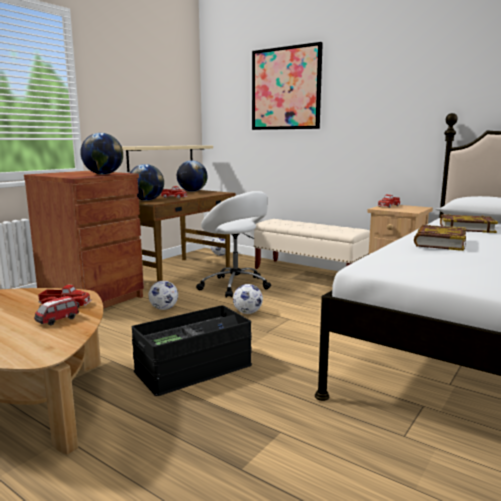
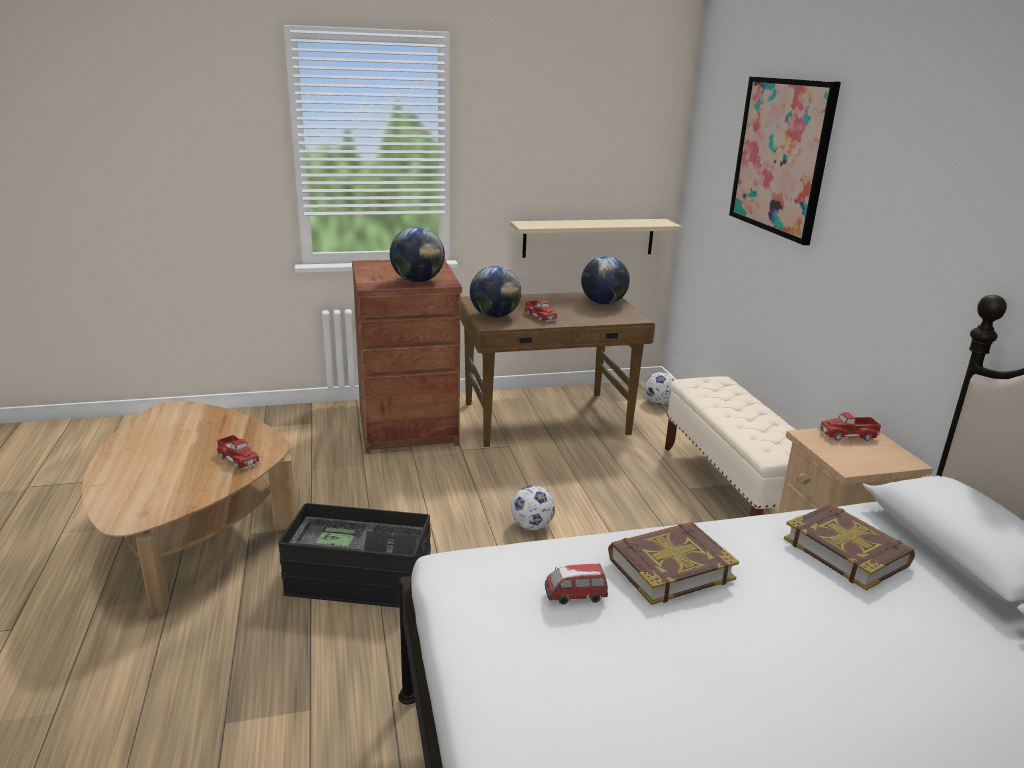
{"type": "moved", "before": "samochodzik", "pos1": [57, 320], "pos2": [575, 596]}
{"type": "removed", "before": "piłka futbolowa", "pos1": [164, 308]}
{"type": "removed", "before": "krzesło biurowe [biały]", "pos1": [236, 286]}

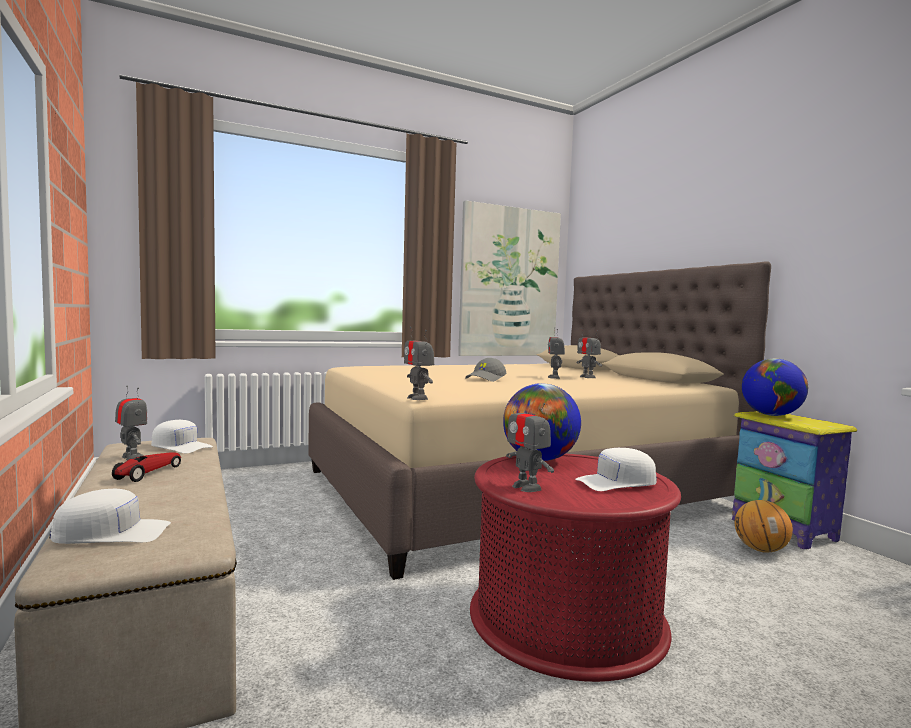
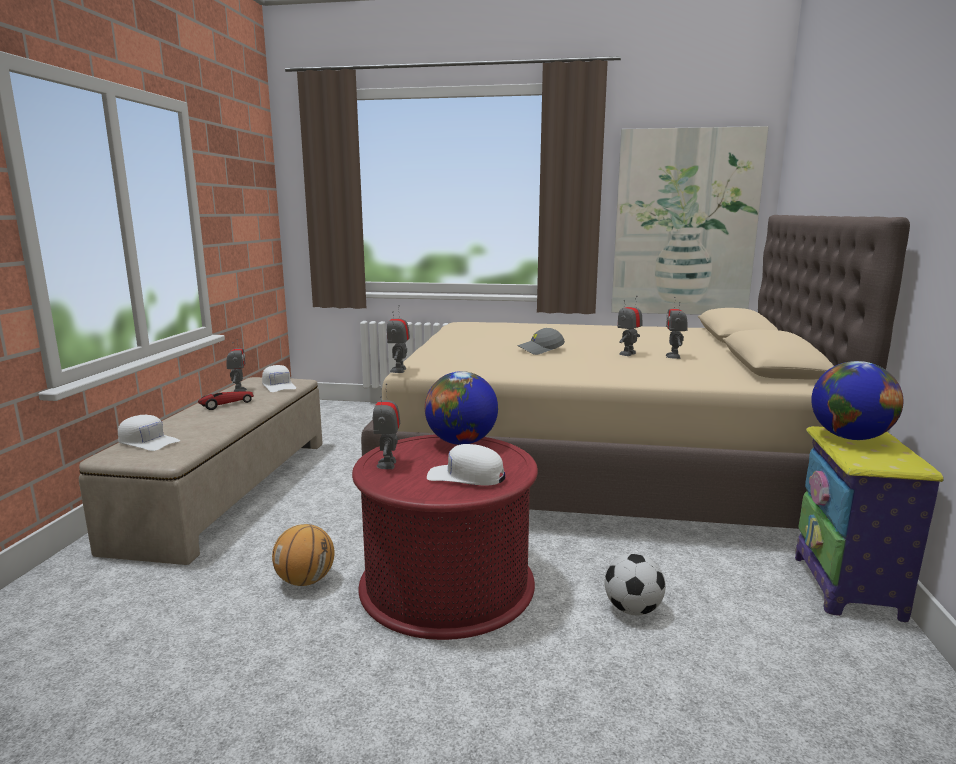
{"type": "moved", "before": "piłka do koszykówki", "pos1": [760, 550], "pos2": [306, 581]}
{"type": "added", "after": "piłka futbolowa", "pos2": [633, 609]}

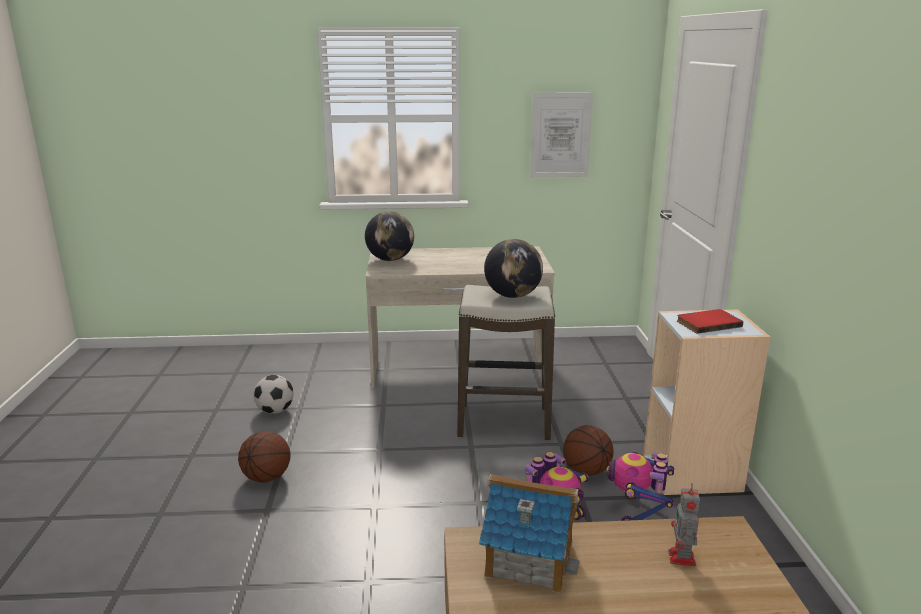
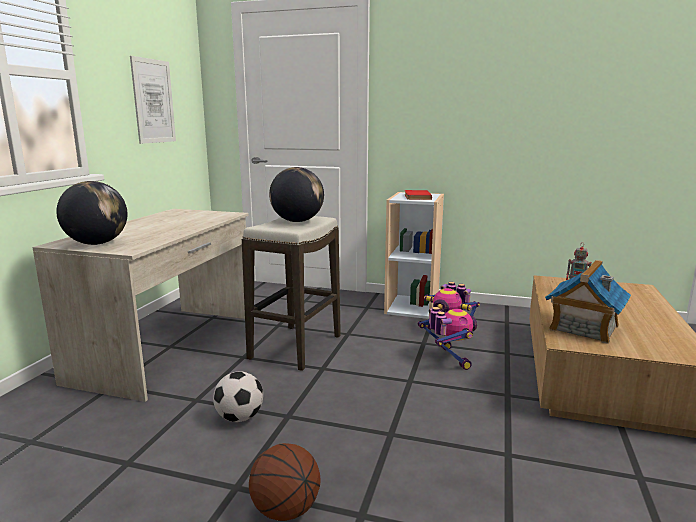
{"type": "moved", "before": "piłka futbolowa", "pos1": [275, 411], "pos2": [239, 417]}
{"type": "removed", "before": "piłka do koszykówki", "pos1": [586, 471]}

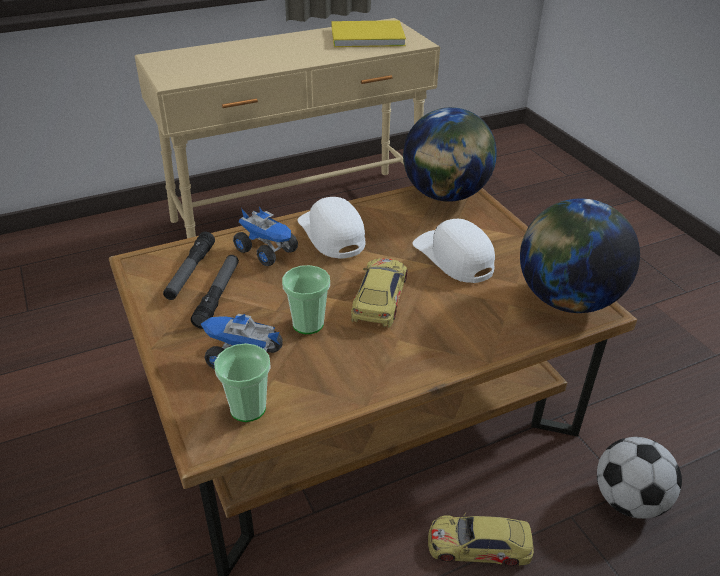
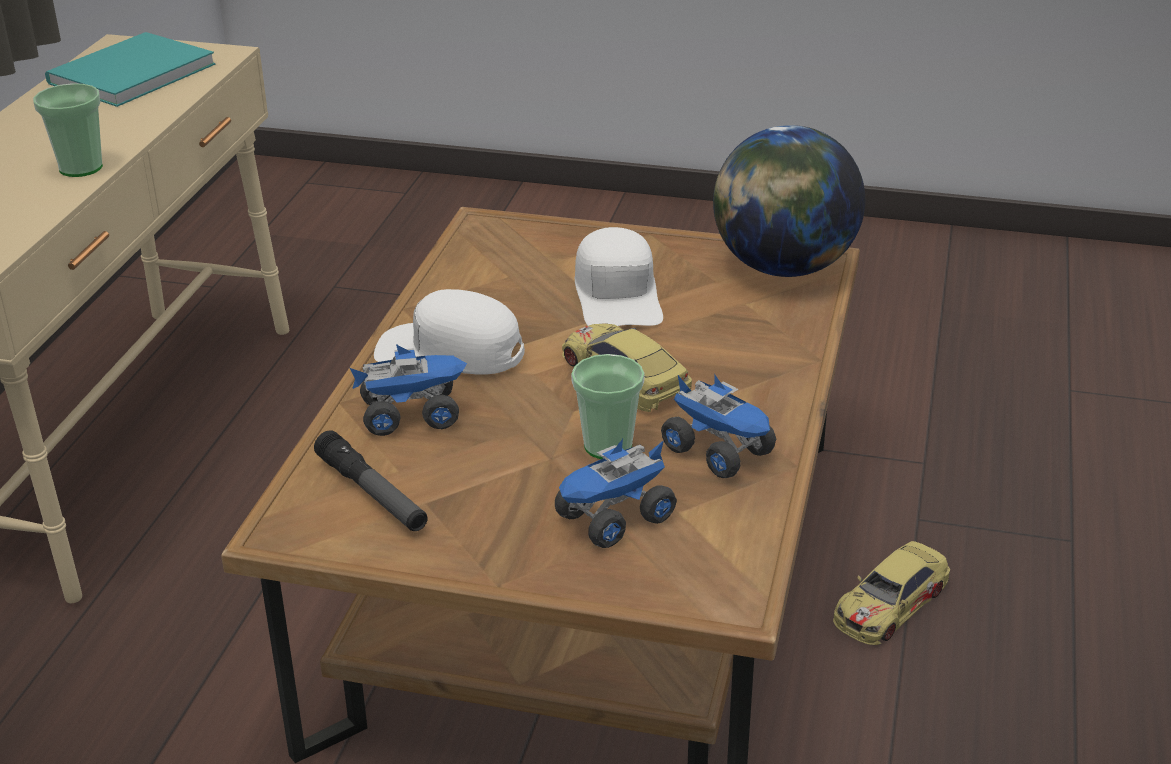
{"type": "moved", "before": "filiżanka", "pos1": [248, 408], "pos2": [81, 168]}
{"type": "recoloured", "before": "książka [żółty]", "after": "książka [turkusowy]", "pos1": [365, 36], "pos2": [126, 74]}
{"type": "turned", "before": "czapka z daszkiem [biały]", "pos1": [454, 257], "pos2": [617, 294], "turn": -105}
{"type": "added", "after": "ciężarówka zabawkowa", "pos2": [719, 451]}
{"type": "removed", "before": "latarka", "pos1": [218, 295]}
{"type": "removed", "before": "globus", "pos1": [445, 195]}
{"type": "removed", "before": "piłka futbolowa", "pos1": [628, 501]}

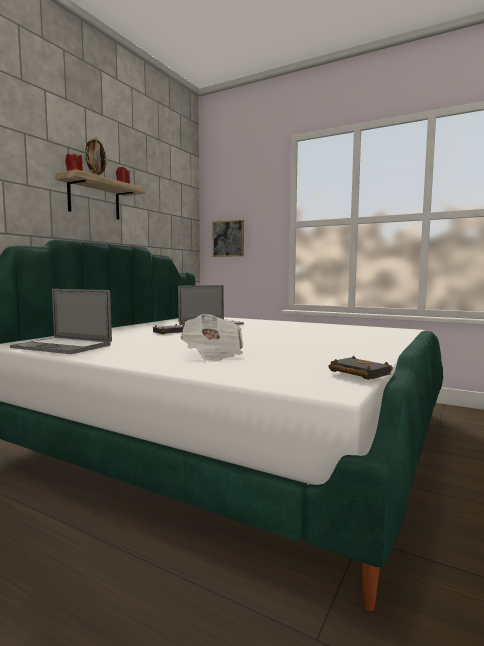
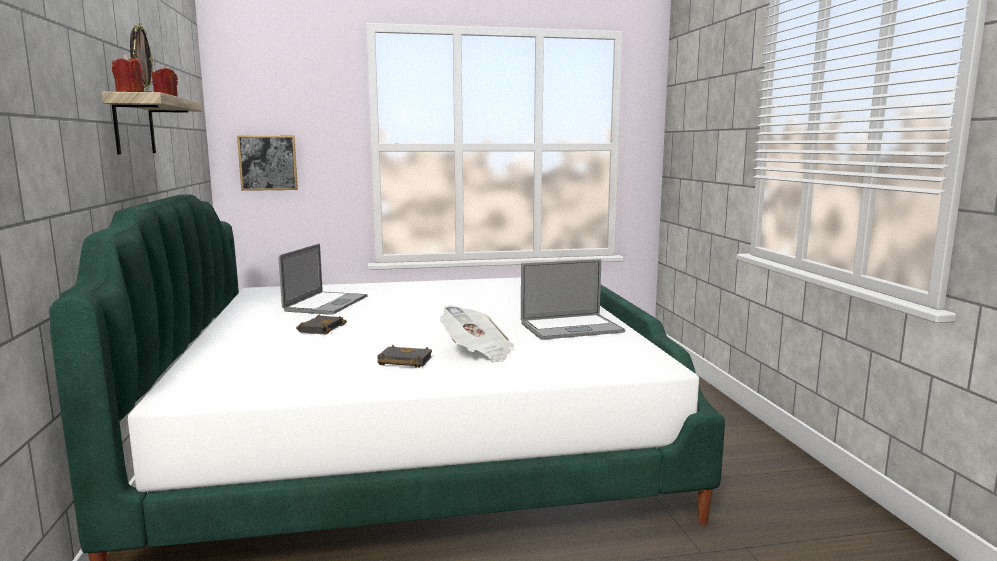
{"type": "moved", "before": "książka [czarny]", "pos1": [357, 373], "pos2": [403, 362]}
{"type": "moved", "before": "laptop", "pos1": [62, 346], "pos2": [571, 328]}

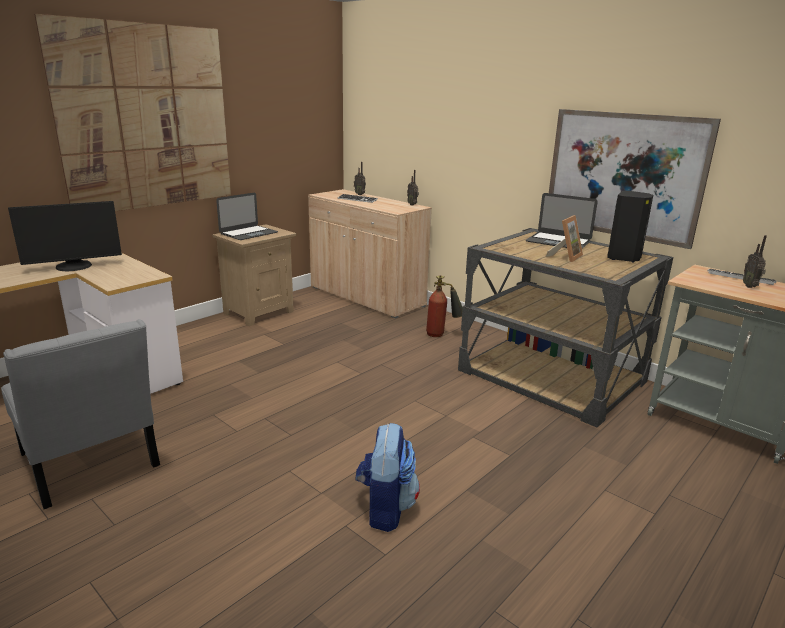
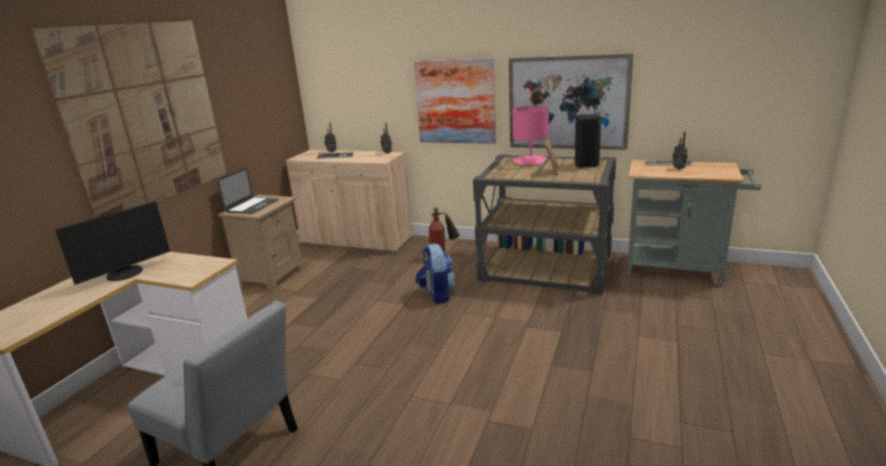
{"type": "added", "after": "obraz", "pos2": [455, 102]}
{"type": "moved", "before": "plecak", "pos1": [385, 508], "pos2": [437, 294]}
{"type": "replaced", "before": "laptop", "after": "lampa stołowa [różowy]", "pos1": [558, 241], "pos2": [530, 161]}

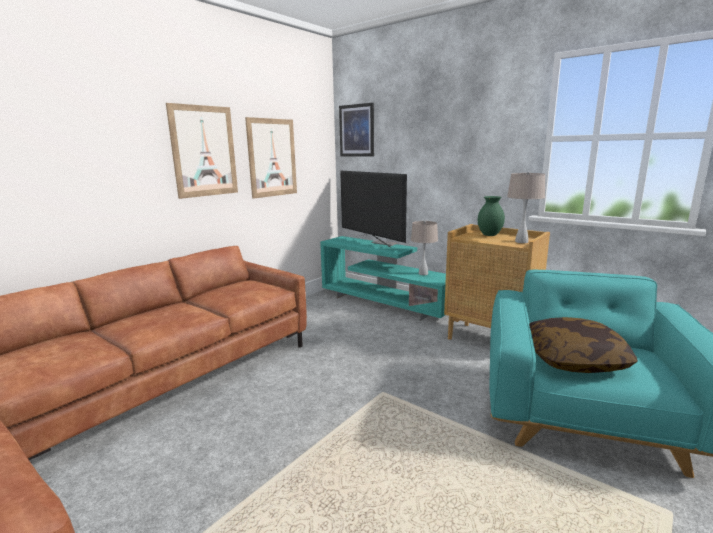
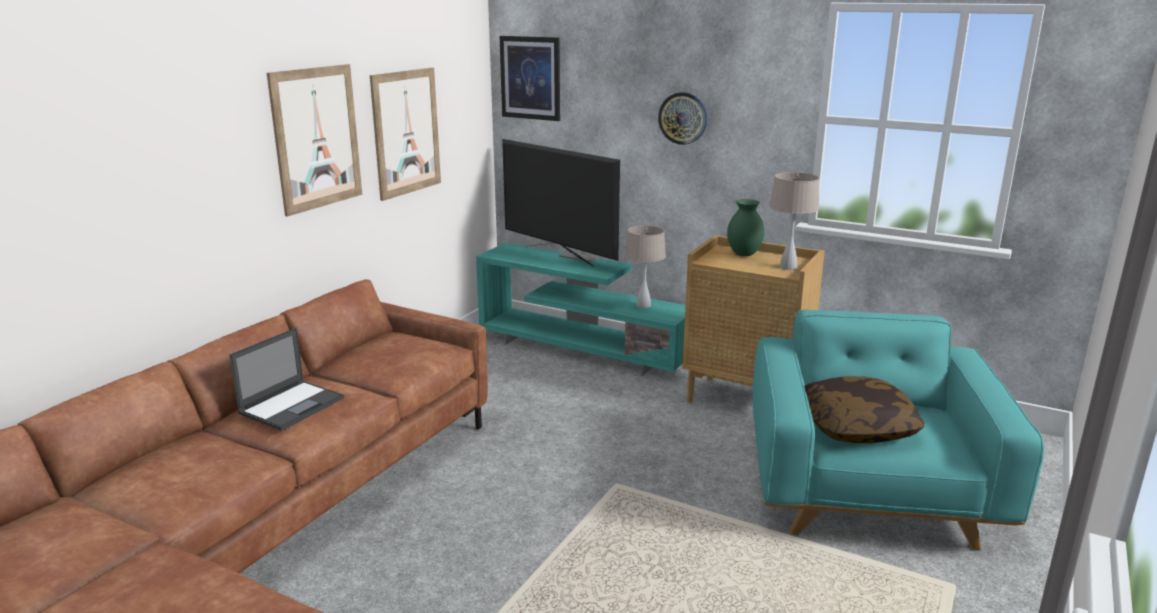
{"type": "added", "after": "laptop", "pos2": [293, 405]}
{"type": "added", "after": "zegar ścienny", "pos2": [683, 118]}

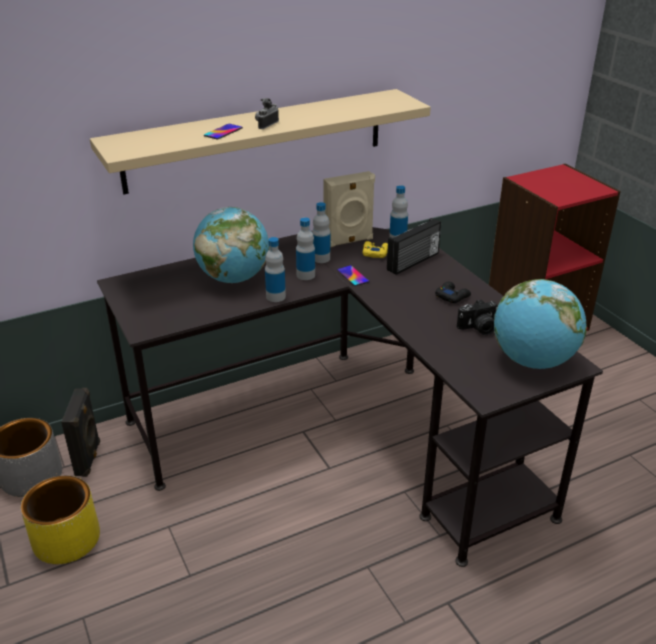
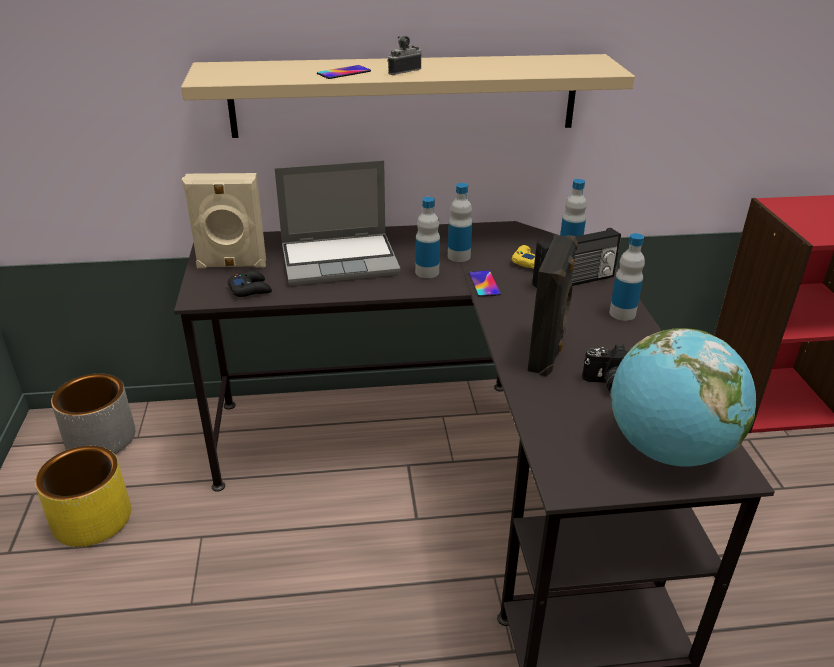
{"type": "moved", "before": "głośnik [beżowy]", "pos1": [349, 241], "pos2": [231, 265]}
{"type": "moved", "before": "pad do gier [czarny]", "pos1": [452, 296], "pos2": [250, 289]}
{"type": "replaced", "before": "globus", "after": "laptop", "pos1": [233, 278], "pos2": [341, 260]}
{"type": "moved", "before": "głośnik [czarny]", "pos1": [89, 458], "pos2": [548, 352]}
{"type": "moved", "before": "butelka", "pos1": [275, 297], "pos2": [622, 313]}

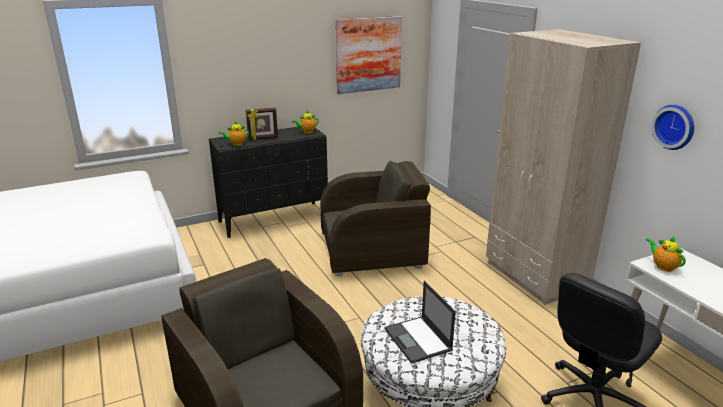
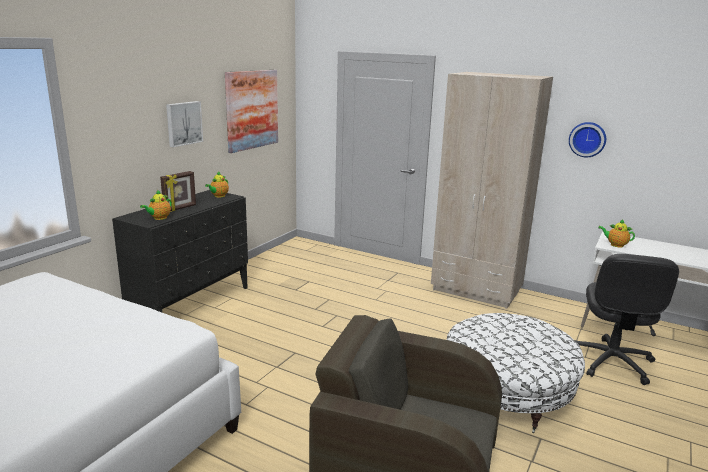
{"type": "added", "after": "obraz", "pos2": [183, 123]}
{"type": "removed", "before": "fotel [brązowy]", "pos1": [372, 250]}
{"type": "removed", "before": "laptop", "pos1": [418, 340]}

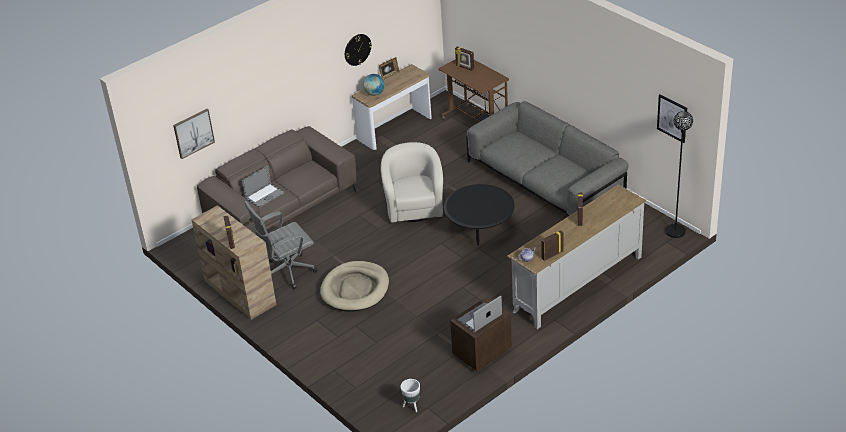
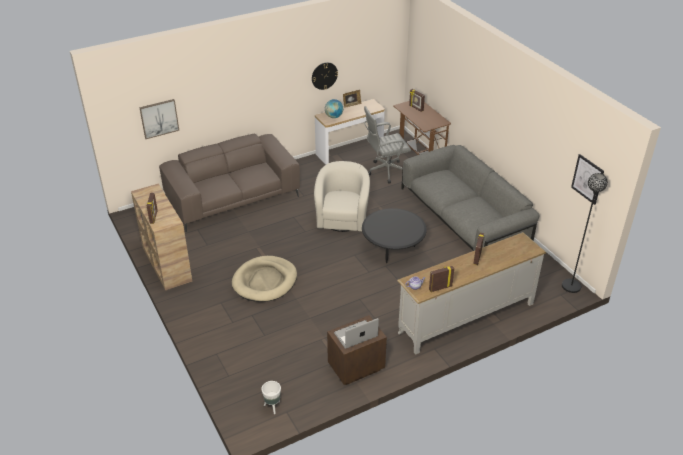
{"type": "moved", "before": "krzesło biurowe [szary]", "pos1": [287, 273], "pos2": [385, 172]}
{"type": "removed", "before": "laptop", "pos1": [264, 195]}

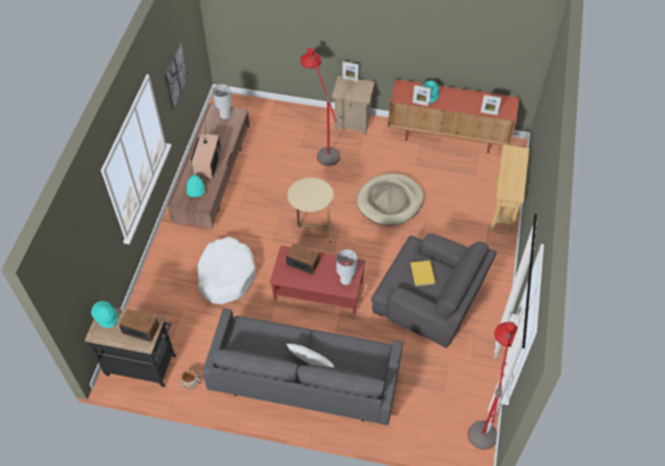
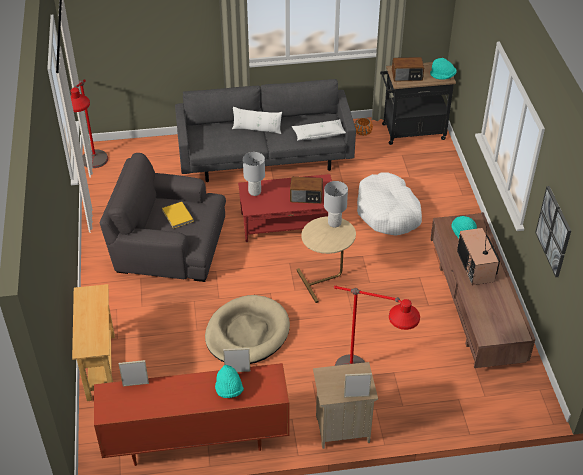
{"type": "added", "after": "poduszka [biały]", "pos2": [318, 134]}
{"type": "moved", "before": "lampa stołowa [szary]", "pos1": [225, 116], "pos2": [334, 224]}

